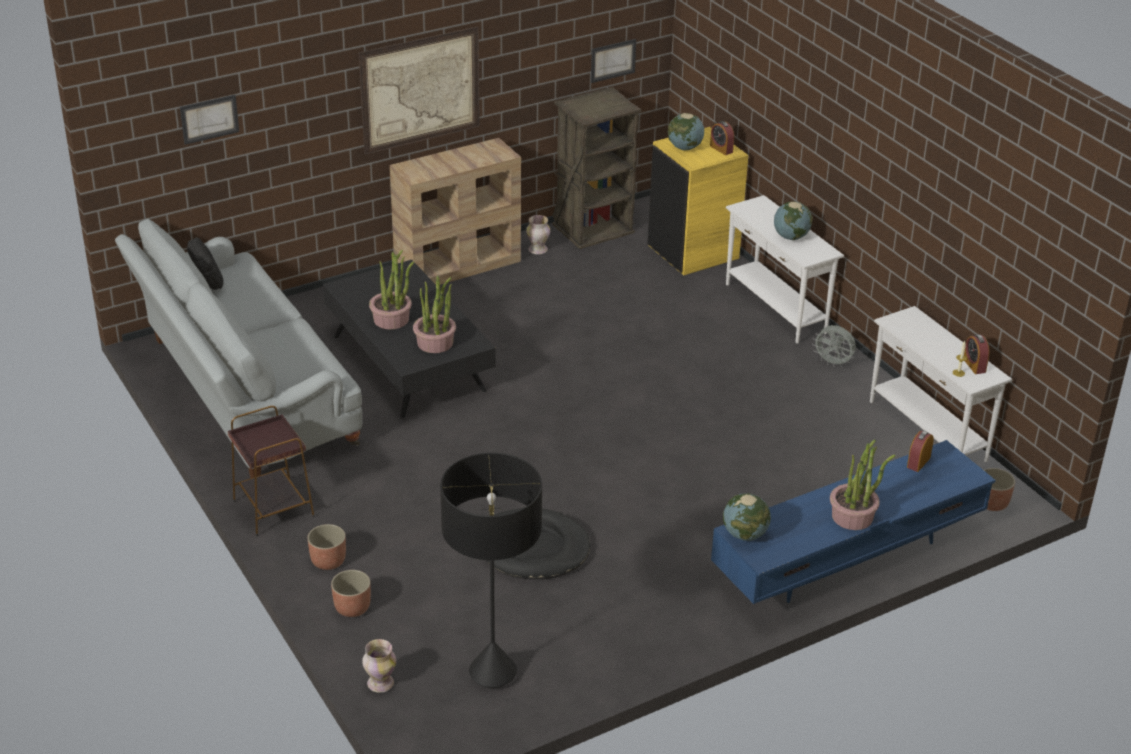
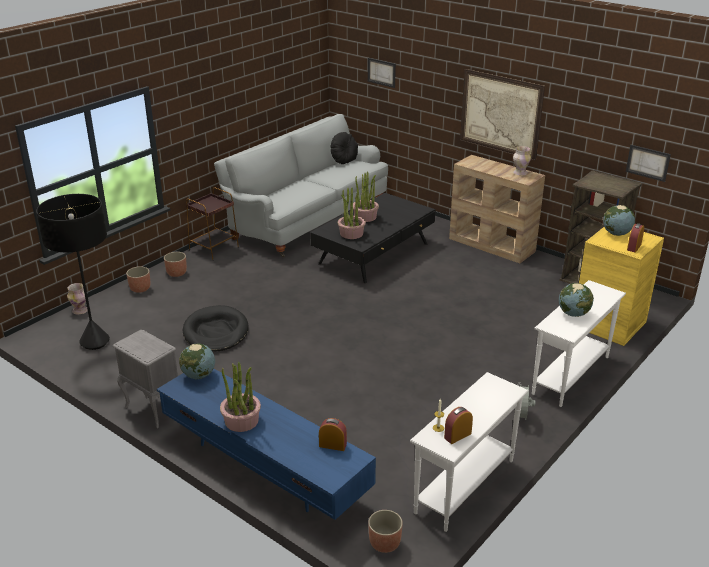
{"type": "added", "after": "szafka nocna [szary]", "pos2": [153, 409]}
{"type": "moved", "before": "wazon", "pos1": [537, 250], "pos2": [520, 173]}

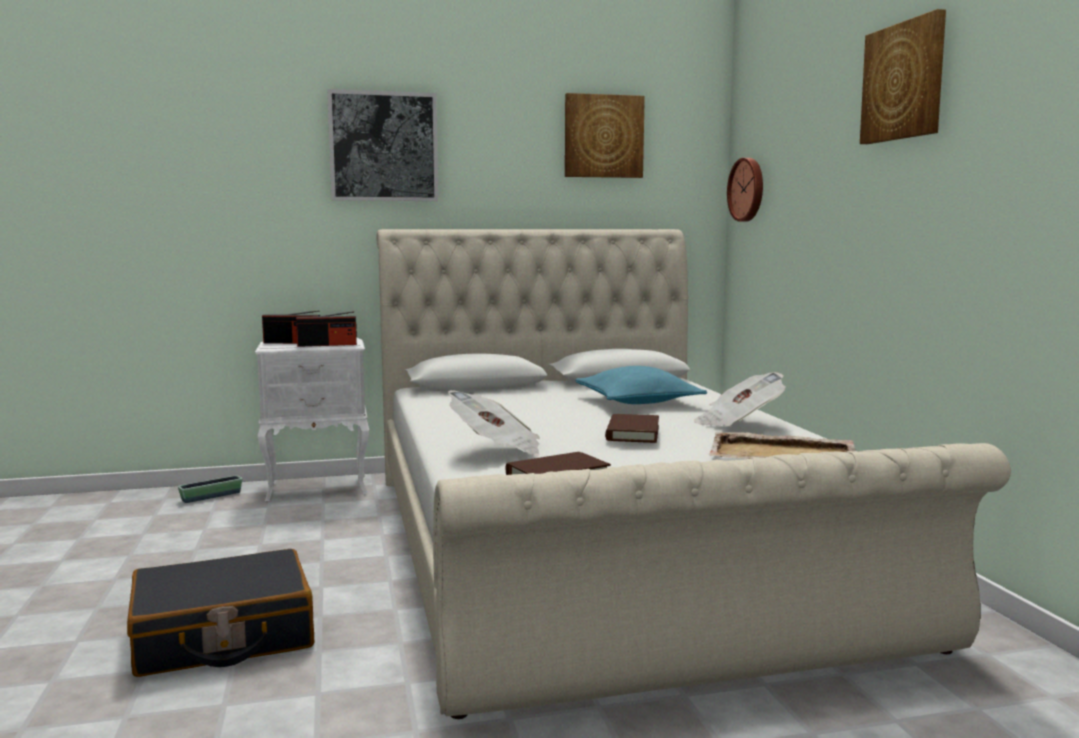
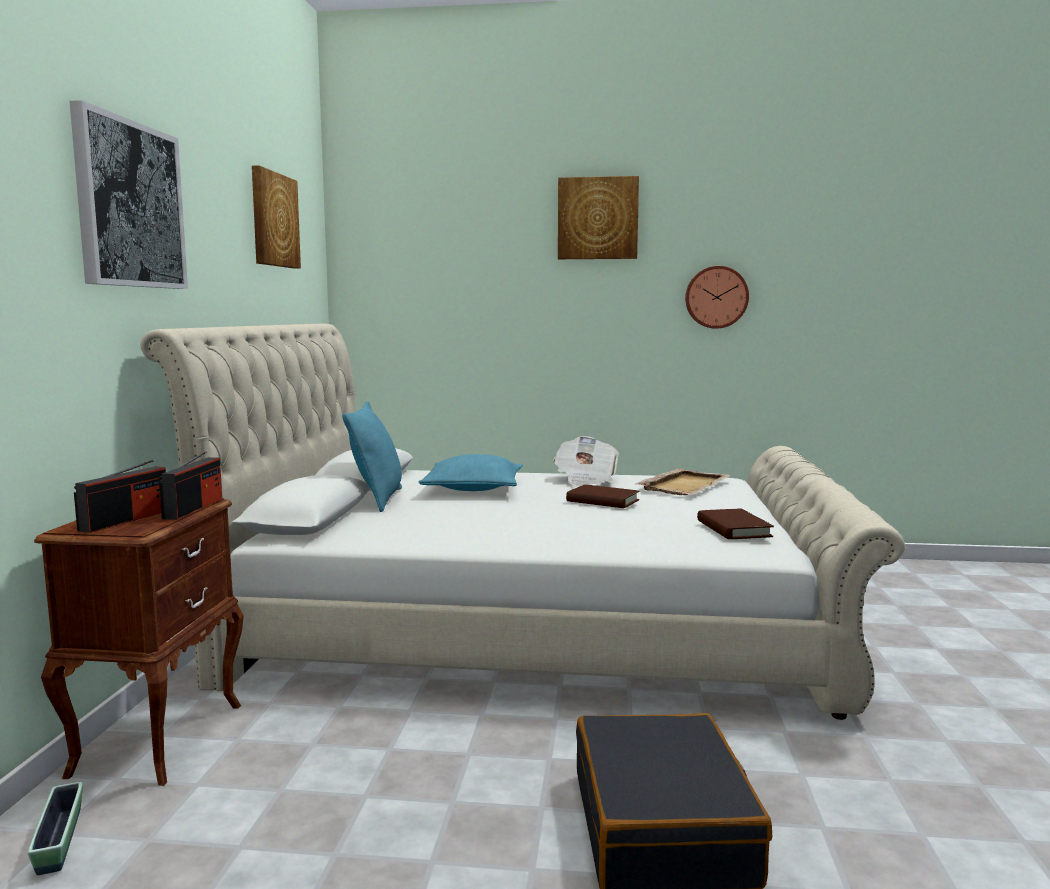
{"type": "recoloured", "before": "szafka nocna [biały]", "after": "szafka nocna [brązowy]", "pos1": [318, 488], "pos2": [159, 739]}
{"type": "added", "after": "poduszka [turkusowy]", "pos2": [377, 499]}
{"type": "moved", "before": "zegar ścienny", "pos1": [747, 189], "pos2": [716, 297]}
{"type": "removed", "before": "gazeta", "pos1": [497, 448]}

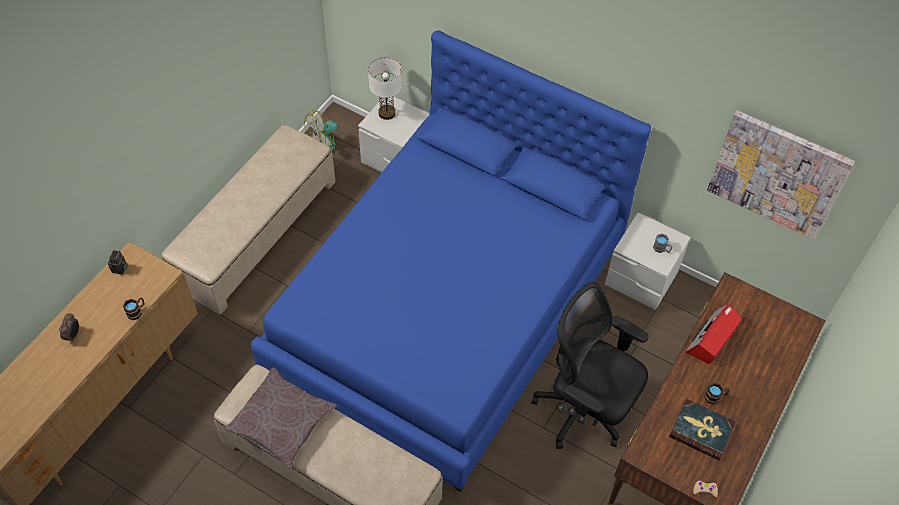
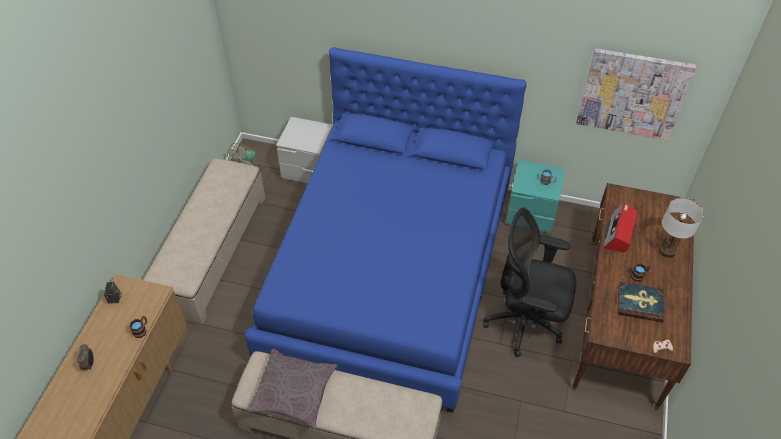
{"type": "recoloured", "before": "szafka nocna [biały]", "after": "szafka nocna [turkusowy]", "pos1": [641, 278], "pos2": [531, 212]}
{"type": "moved", "before": "lampa stołowa", "pos1": [387, 113], "pos2": [667, 250]}

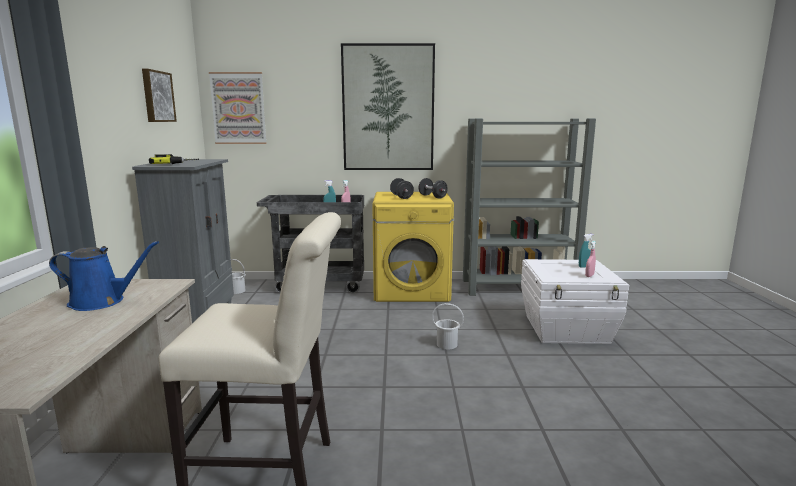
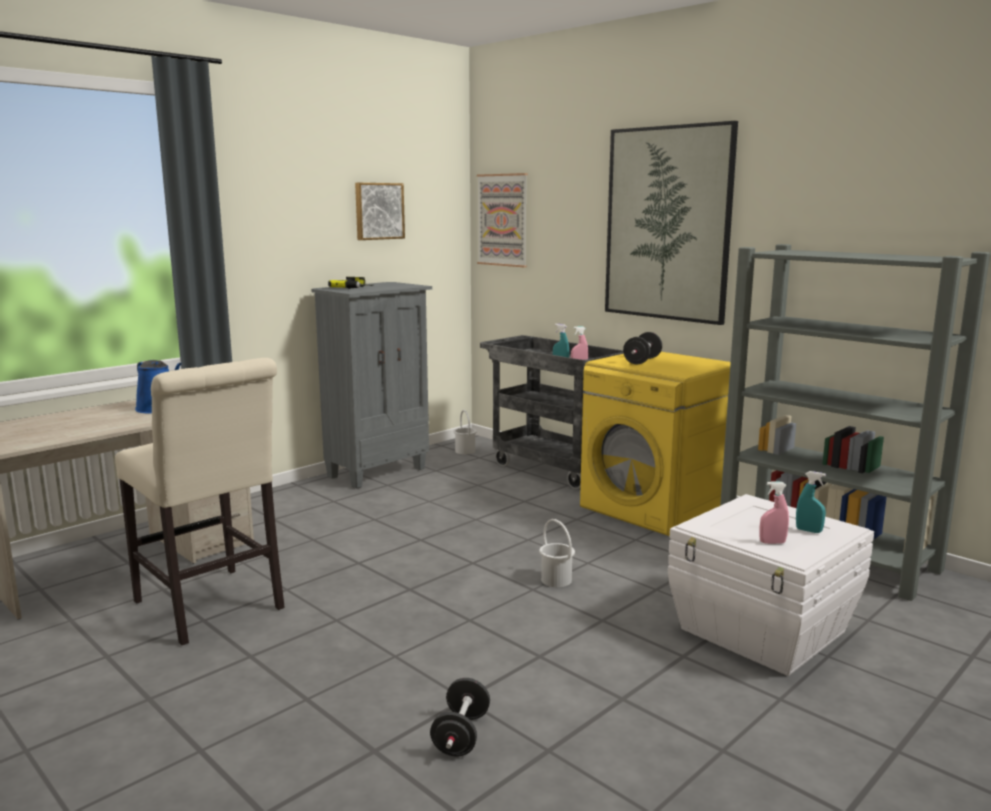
{"type": "moved", "before": "hantel [czarny]", "pos1": [432, 196], "pos2": [461, 735]}

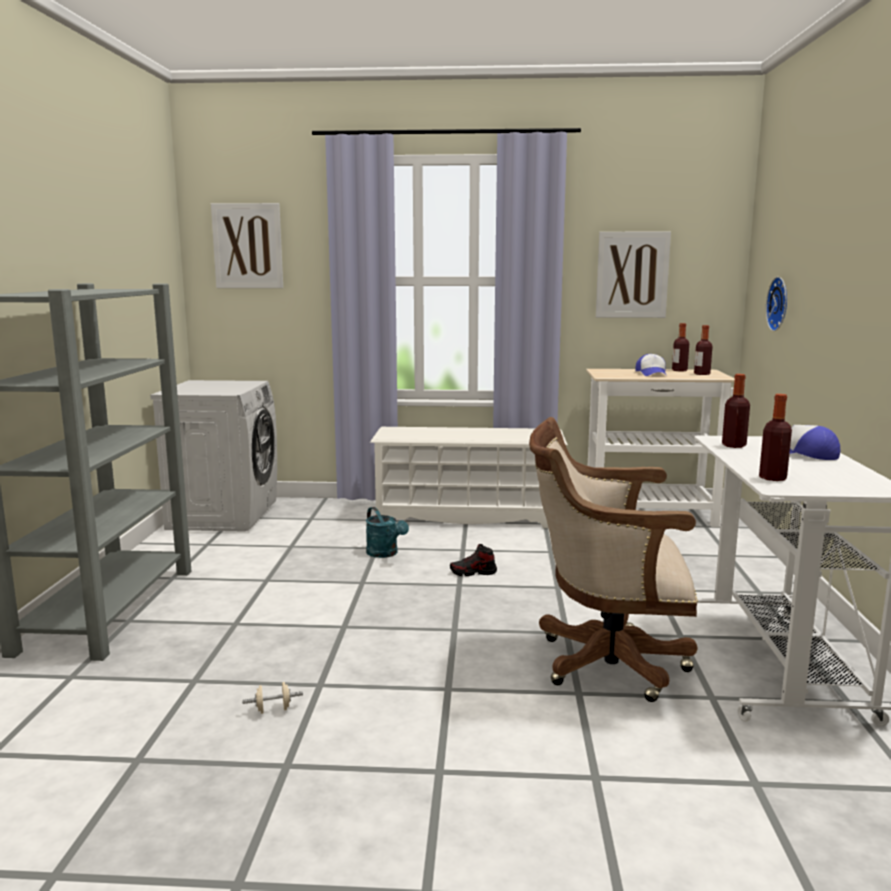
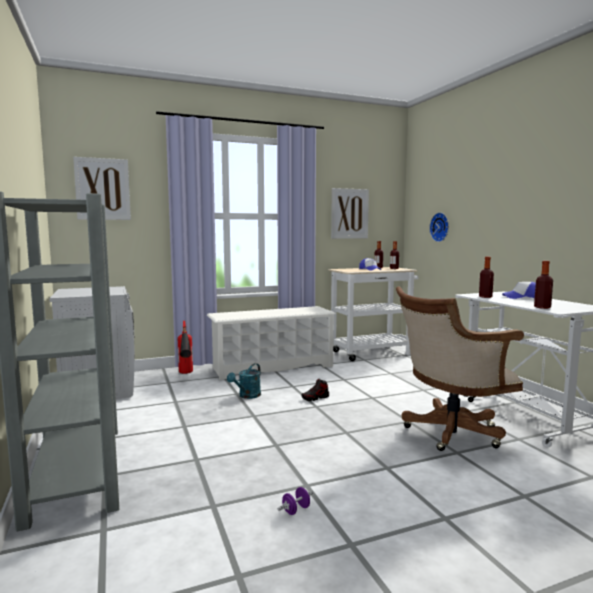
{"type": "added", "after": "gaśnica", "pos2": [186, 375]}
{"type": "turned", "before": "konewka [turkusowy]", "pos1": [385, 554], "pos2": [247, 396], "turn": 90}
{"type": "recoloured", "before": "hantel [beżowy]", "after": "hantel [fioletowy]", "pos1": [273, 710], "pos2": [296, 510]}

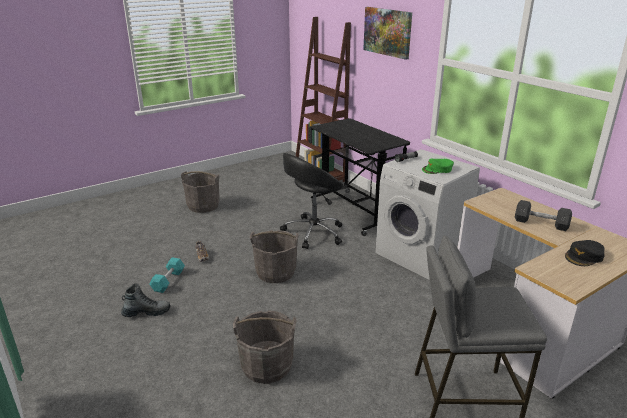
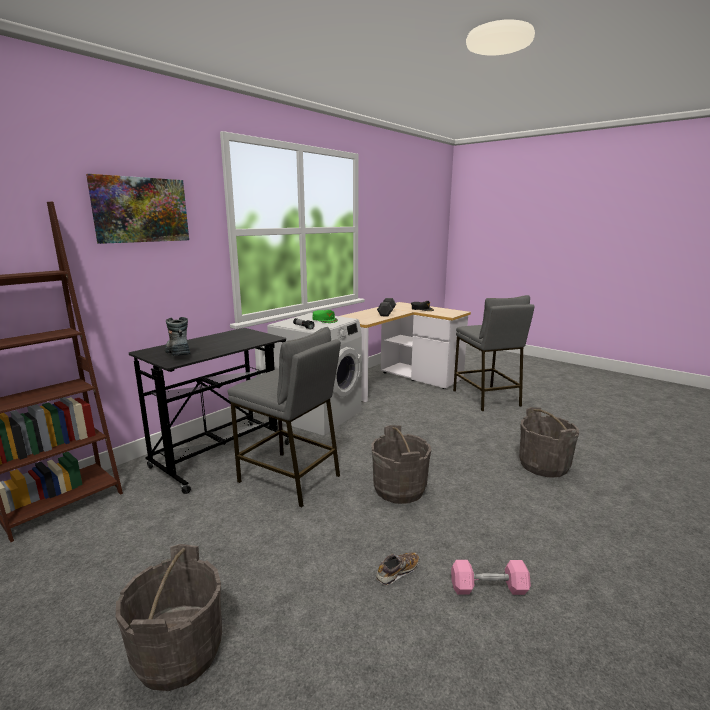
{"type": "moved", "before": "but z cholewką", "pos1": [146, 312], "pos2": [178, 353]}
{"type": "replaced", "before": "krzesło biurowe [czarny]", "after": "stołek [szary]", "pos1": [312, 233], "pos2": [289, 478]}
{"type": "recoloured", "before": "hantel [turkusowy]", "after": "hantel [różowy]", "pos1": [168, 281], "pos2": [488, 588]}

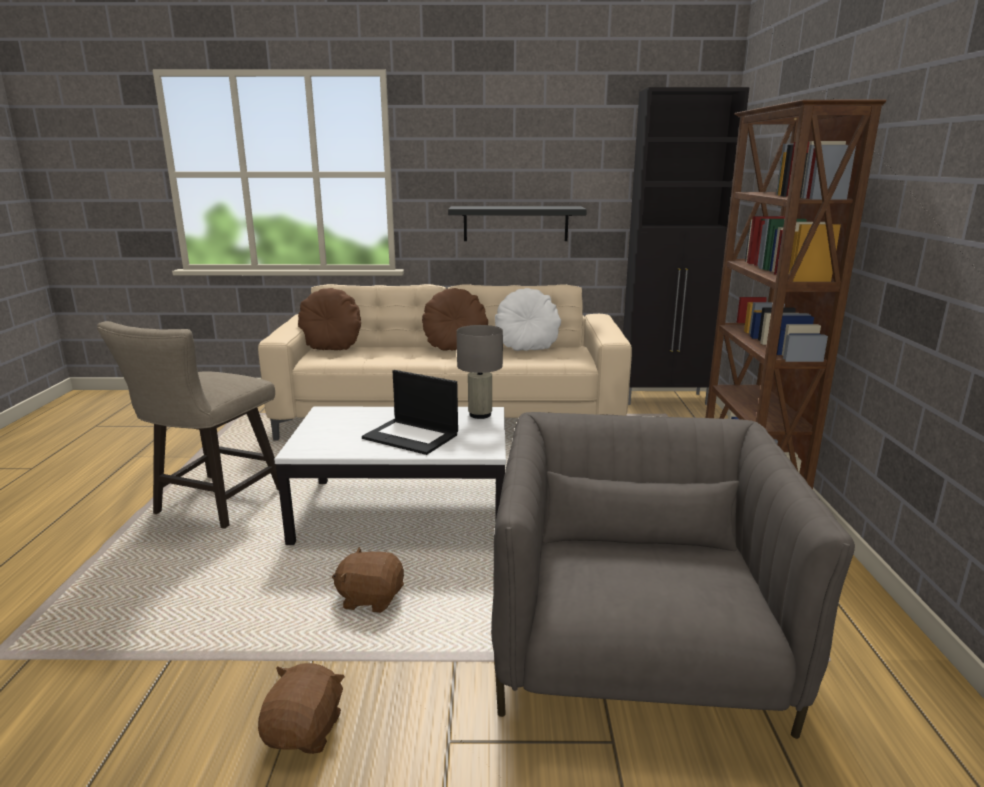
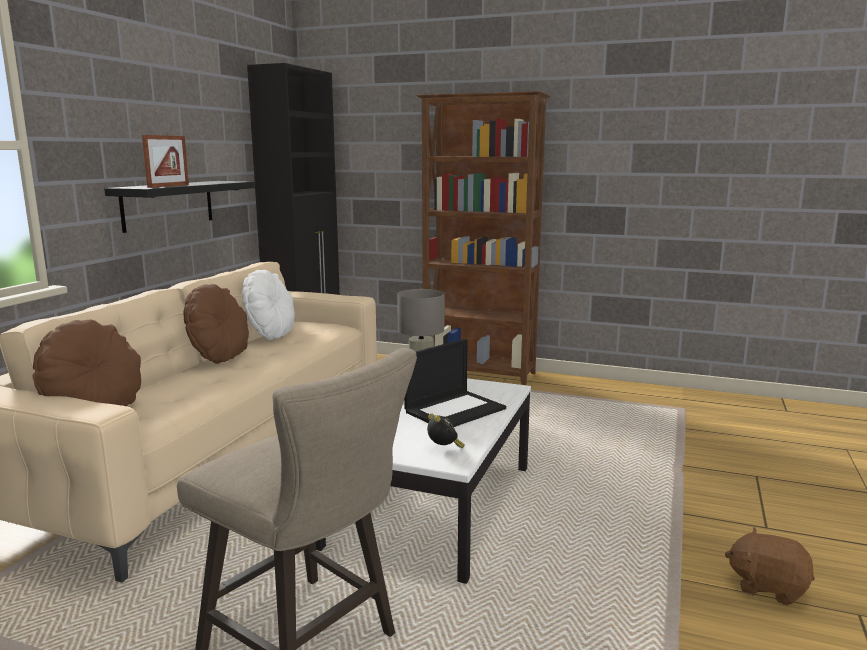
{"type": "added", "after": "ramka na zdjęcie", "pos2": [168, 186]}
{"type": "added", "after": "budzik", "pos2": [444, 449]}
{"type": "removed", "before": "pluszak [brązowy]", "pos1": [370, 598]}
{"type": "removed", "before": "fotel [szary]", "pos1": [635, 655]}

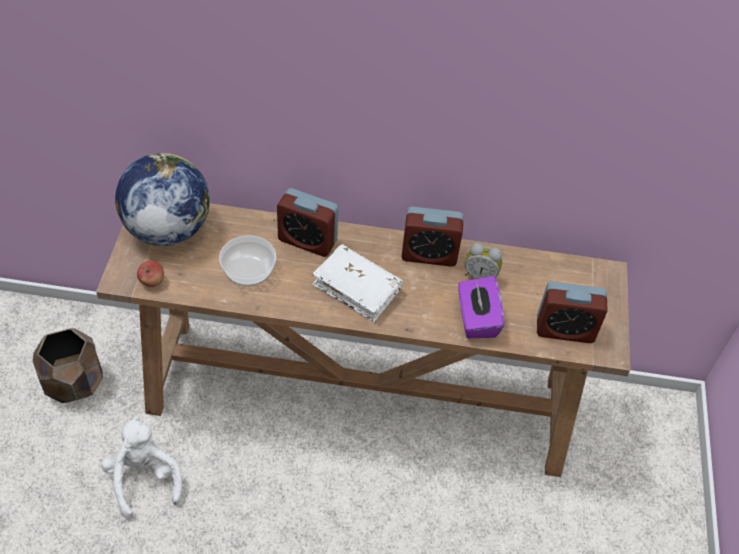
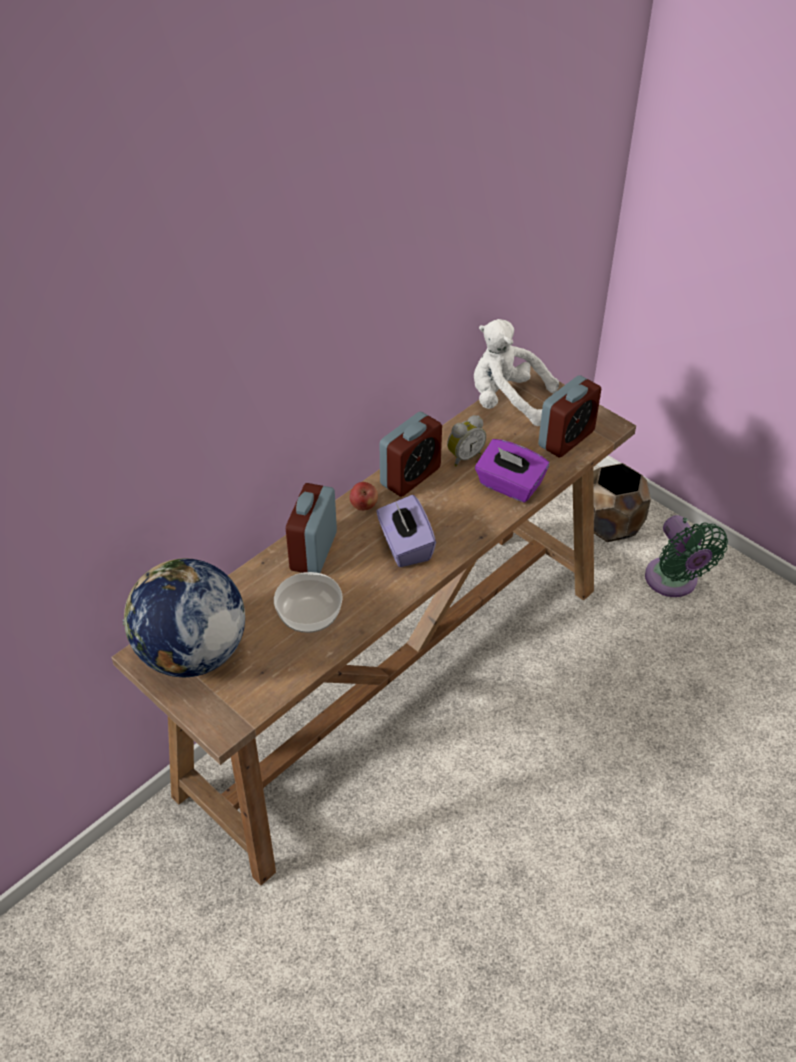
{"type": "turned", "before": "budzik", "pos1": [307, 240], "pos2": [313, 551], "turn": 135}
{"type": "moved", "before": "jabłko", "pos1": [152, 281], "pos2": [364, 506]}
{"type": "replaced", "before": "książka [biały]", "after": "pudełko chusteczek [fioletowy]", "pos1": [357, 289], "pos2": [405, 546]}
{"type": "moved", "before": "pluszak [biały]", "pos1": [144, 479], "pos2": [507, 402]}
{"type": "moved", "before": "donica [brązowy]", "pos1": [75, 382], "pos2": [610, 524]}
{"type": "added", "after": "wentylator [zielony]", "pos2": [673, 582]}

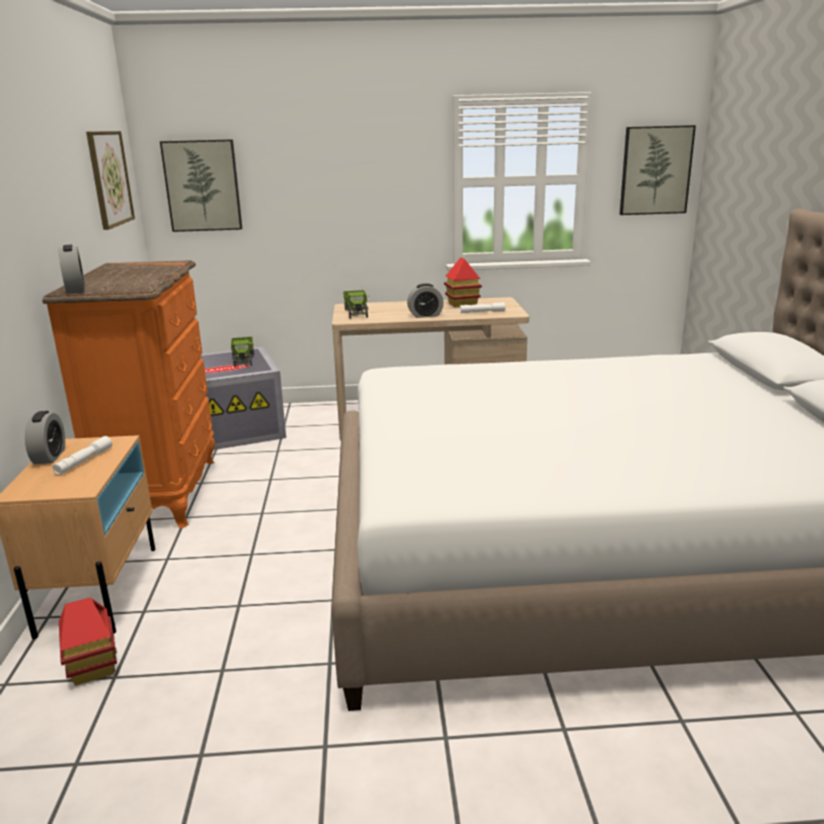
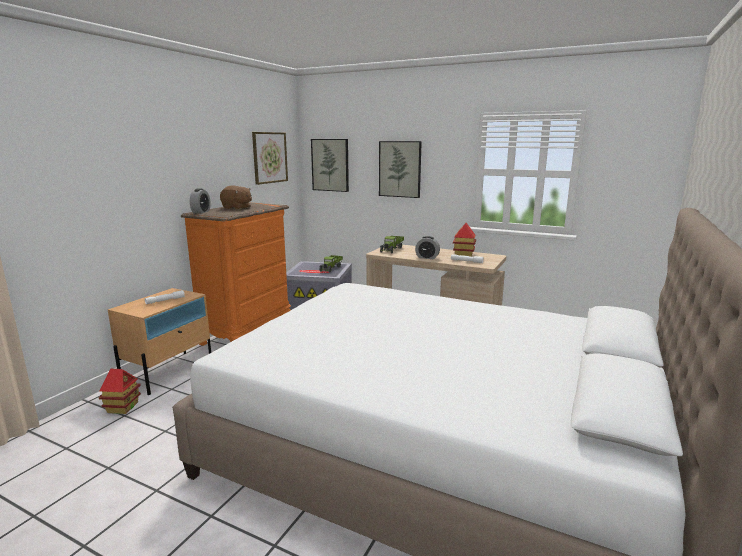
{"type": "added", "after": "pluszak [brązowy]", "pos2": [237, 208]}
{"type": "moved", "before": "obraz", "pos1": [655, 170], "pos2": [400, 169]}
{"type": "removed", "before": "budzik", "pos1": [49, 457]}

